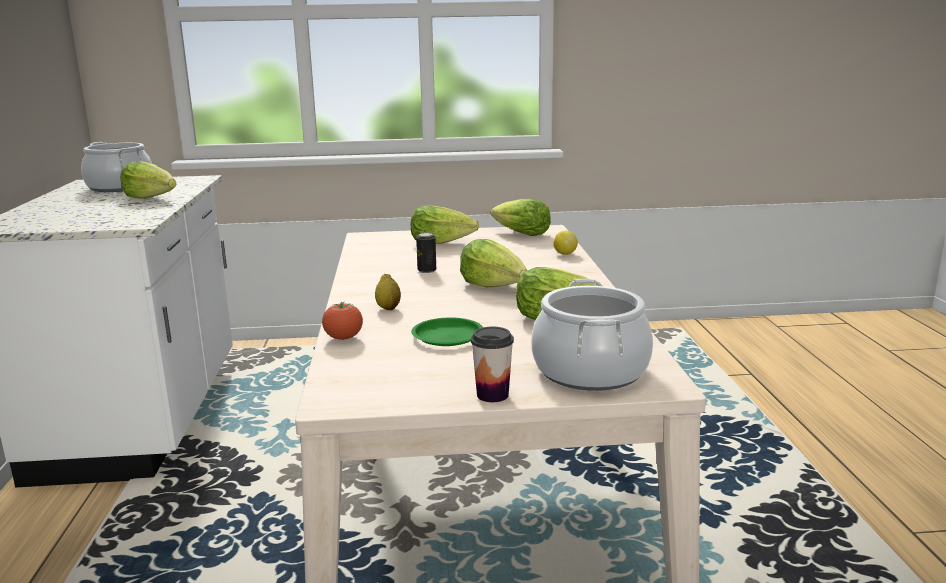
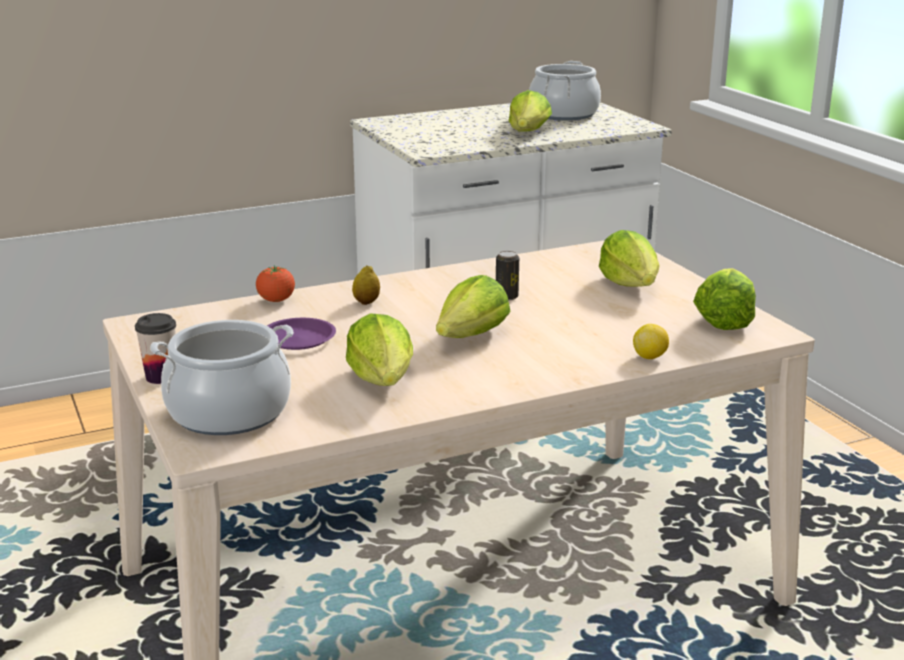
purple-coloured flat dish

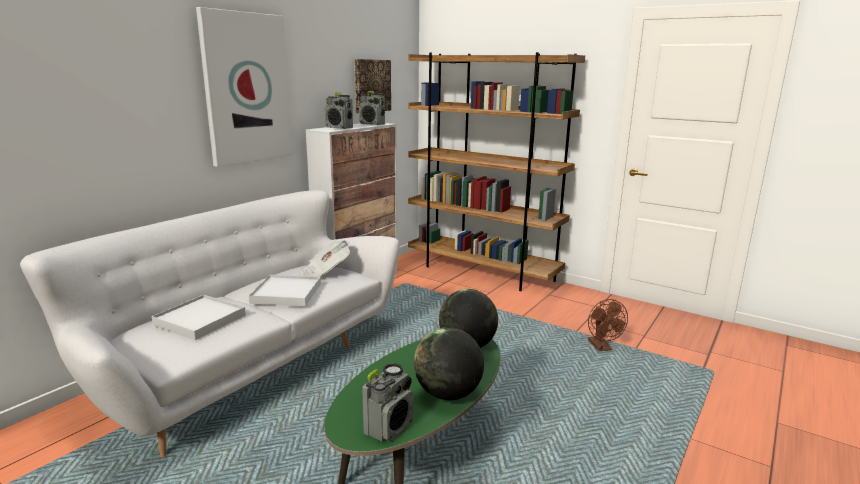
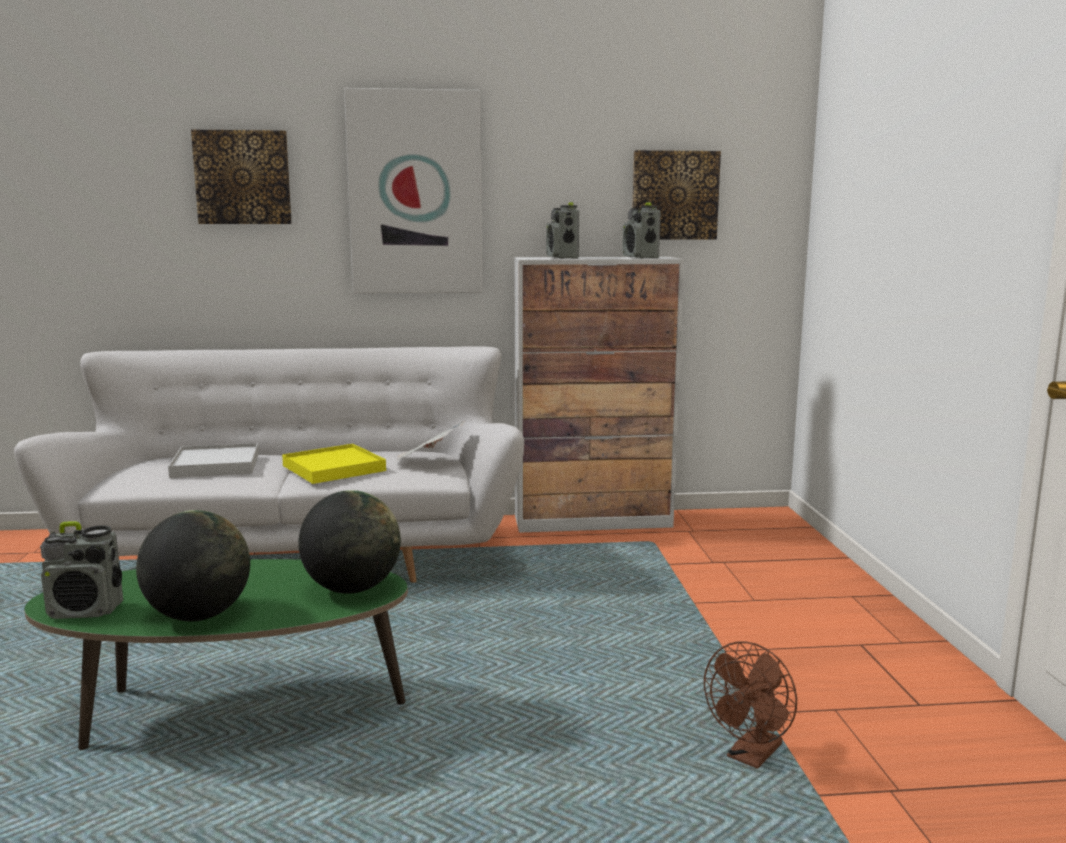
picture (1st from left)
yellow tray
brown bookshelf

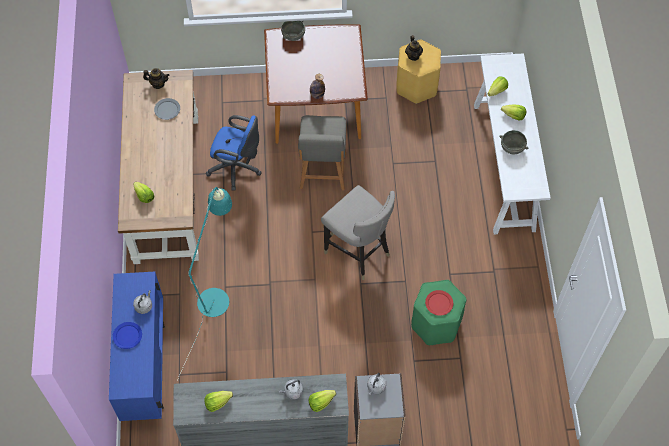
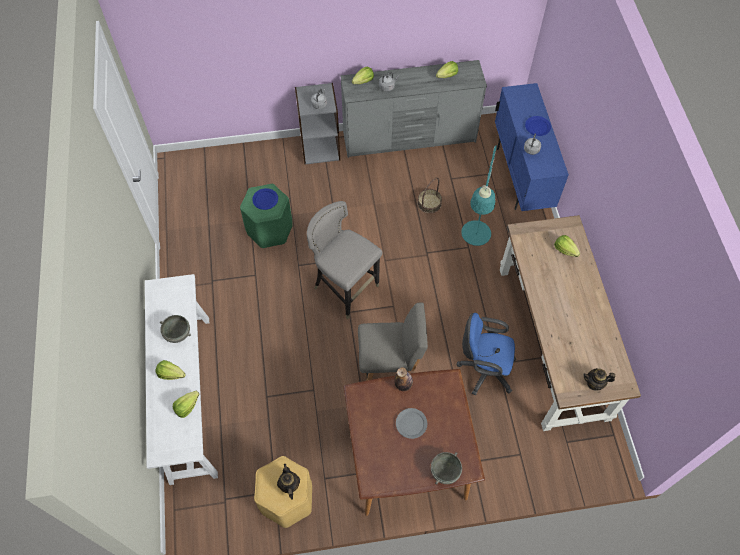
bluish flat dish (1st from left)
greyish upright chair
greyish flat dish
basket

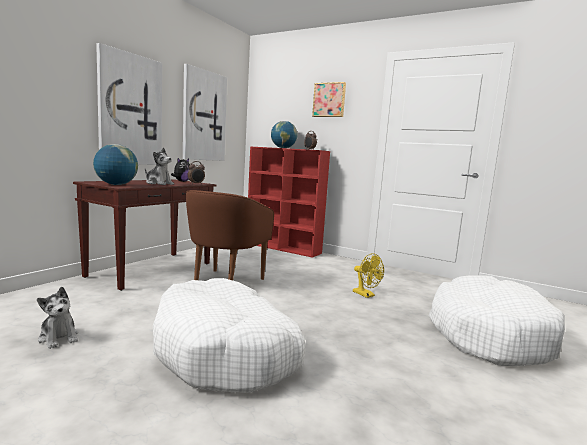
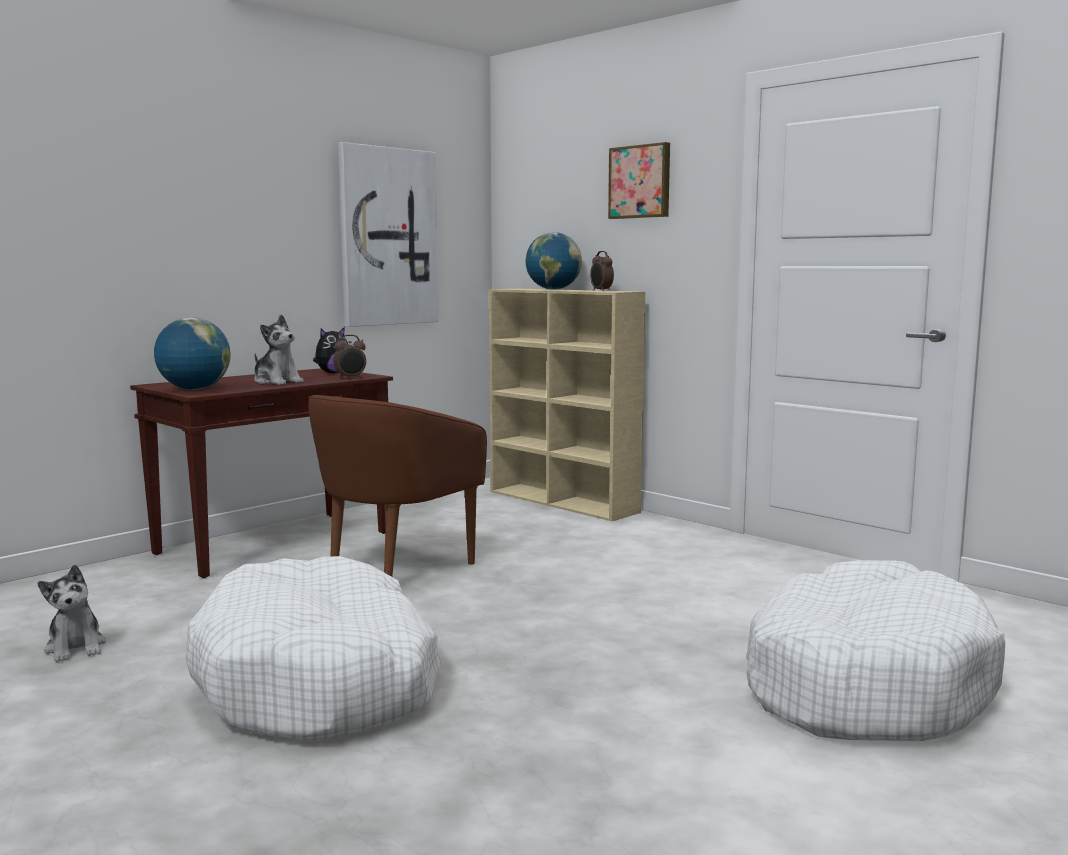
sand-coloured bookshelf
picture (1st from left in the first image)
yellow electric fan

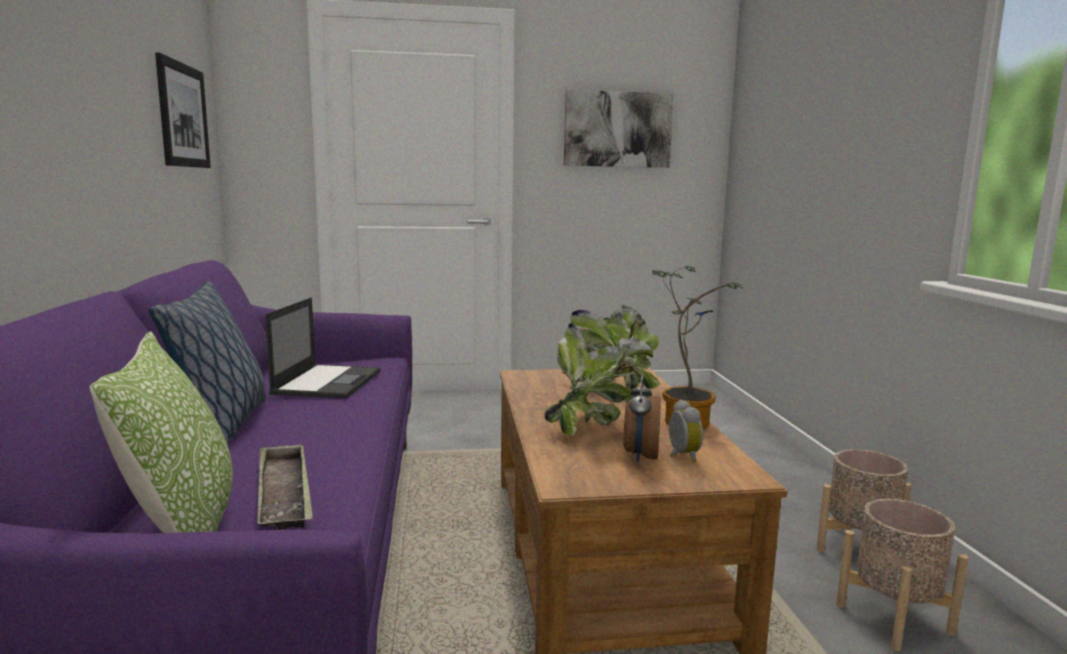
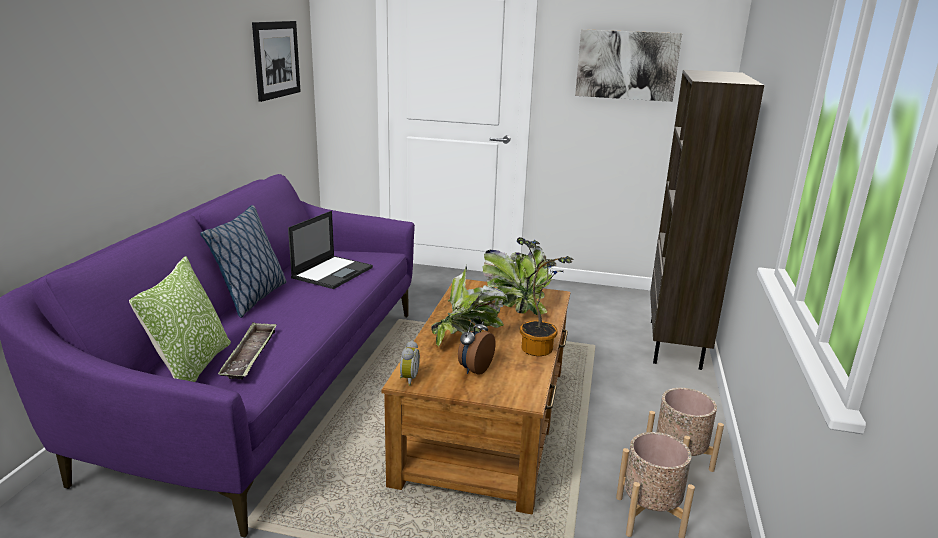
table clock (1st from left)
brown bookshelf

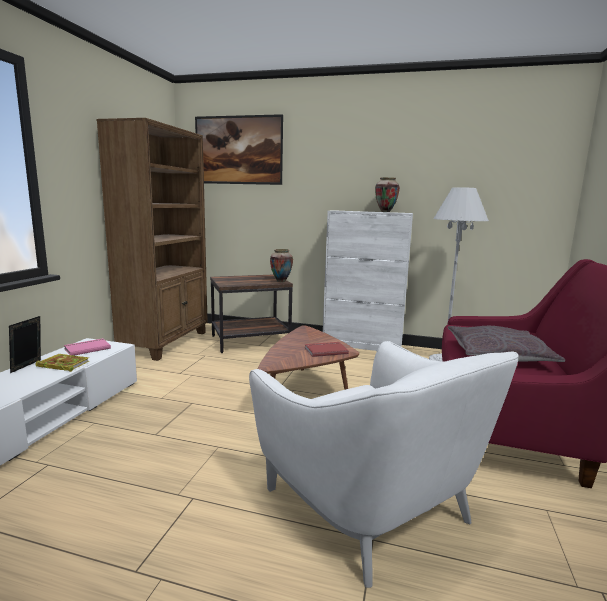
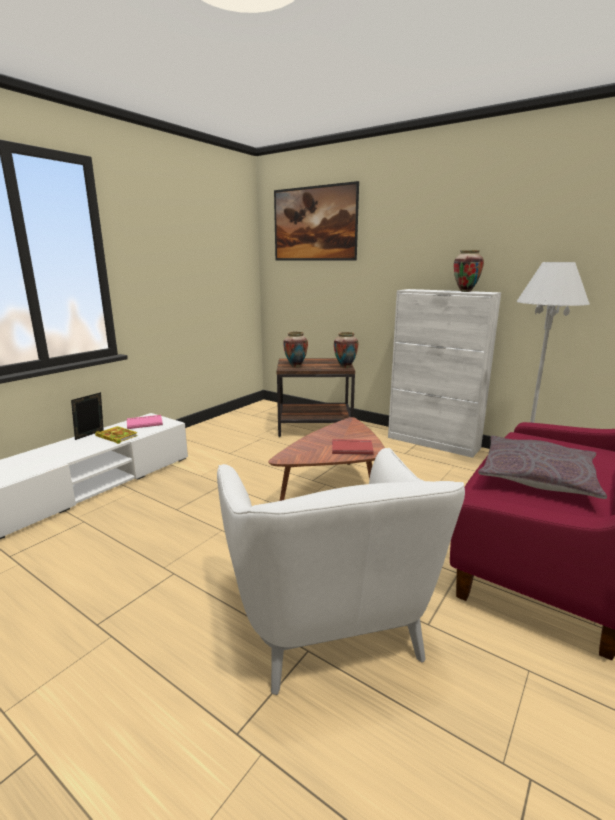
decorative vase (1st from left)
brown bookshelf

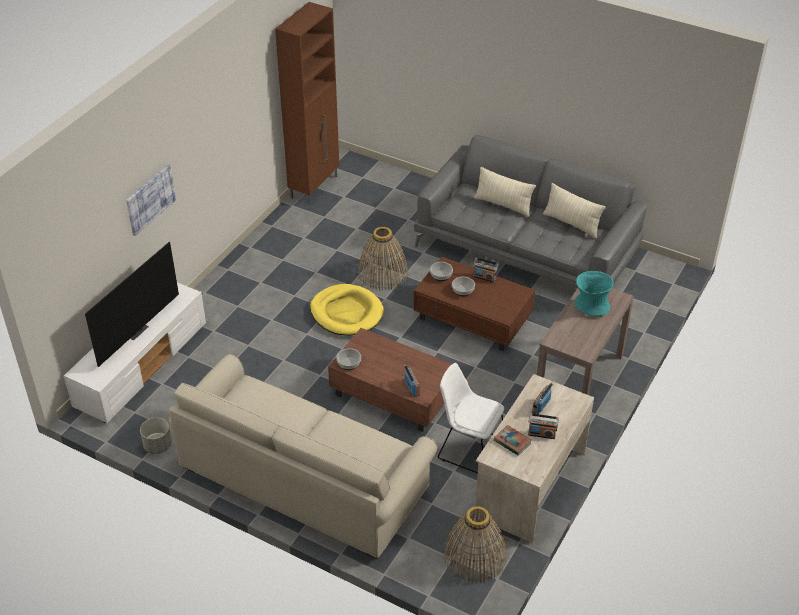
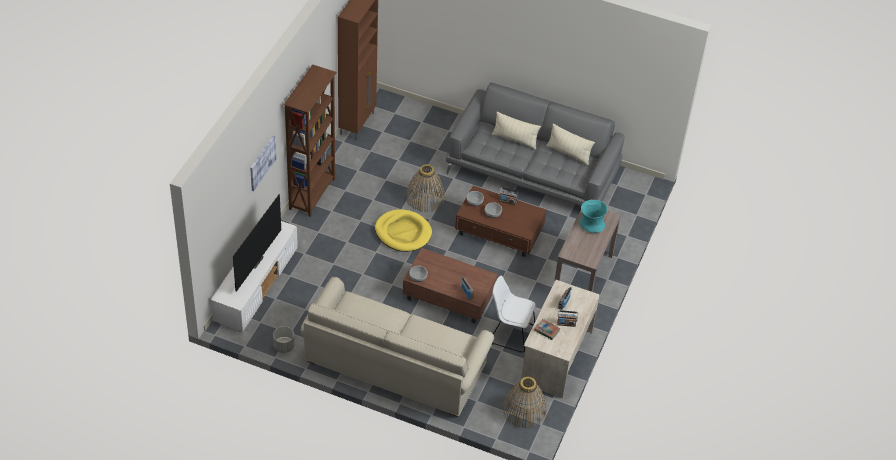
brown bookshelf

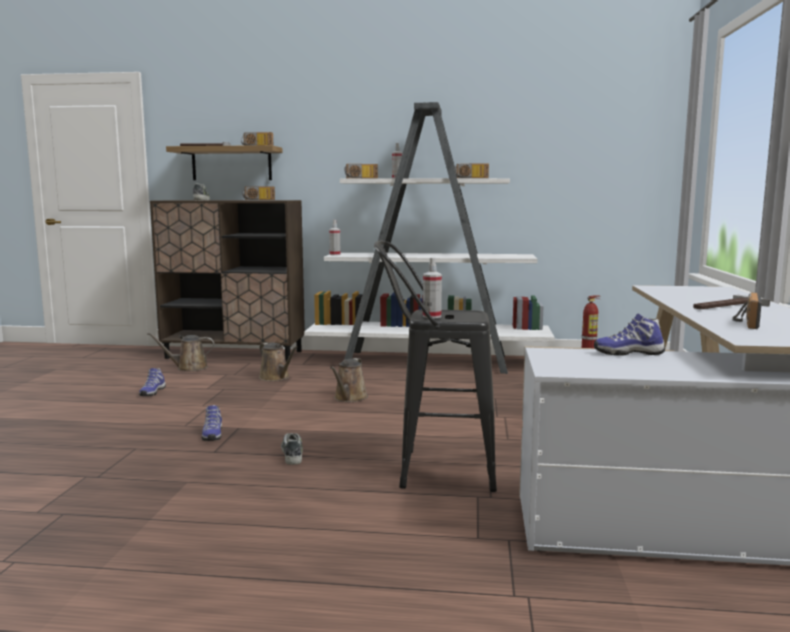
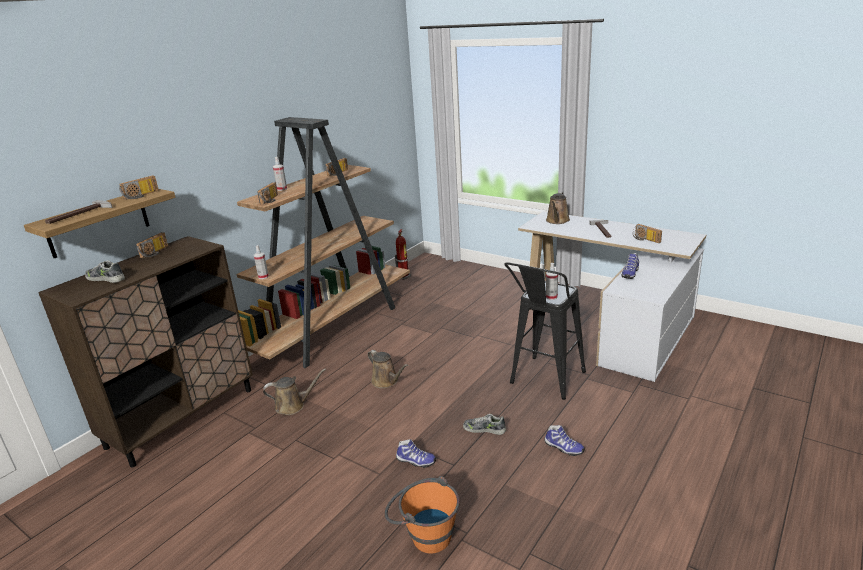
brown bookshelf
orange bucket
low shoe (4th from left)
brown sprinkling can (3rd from left)

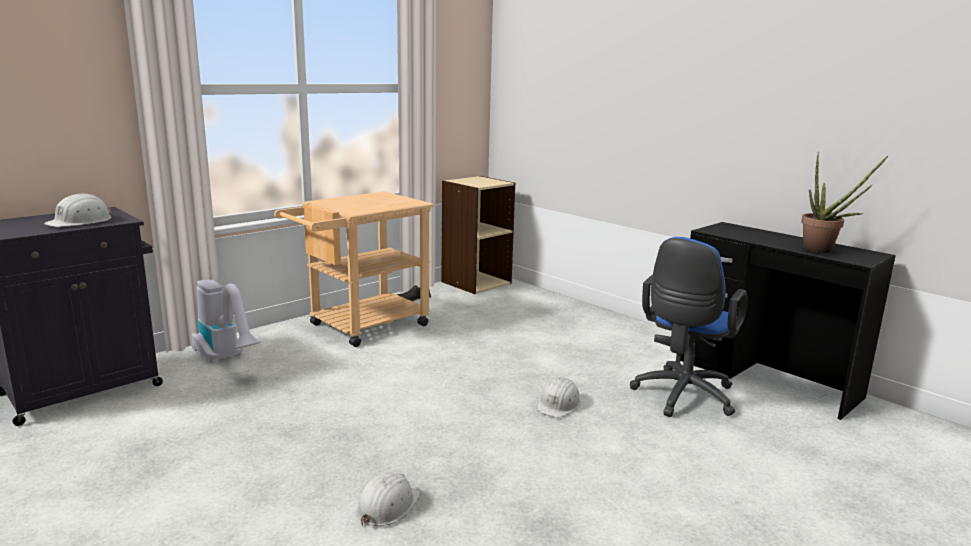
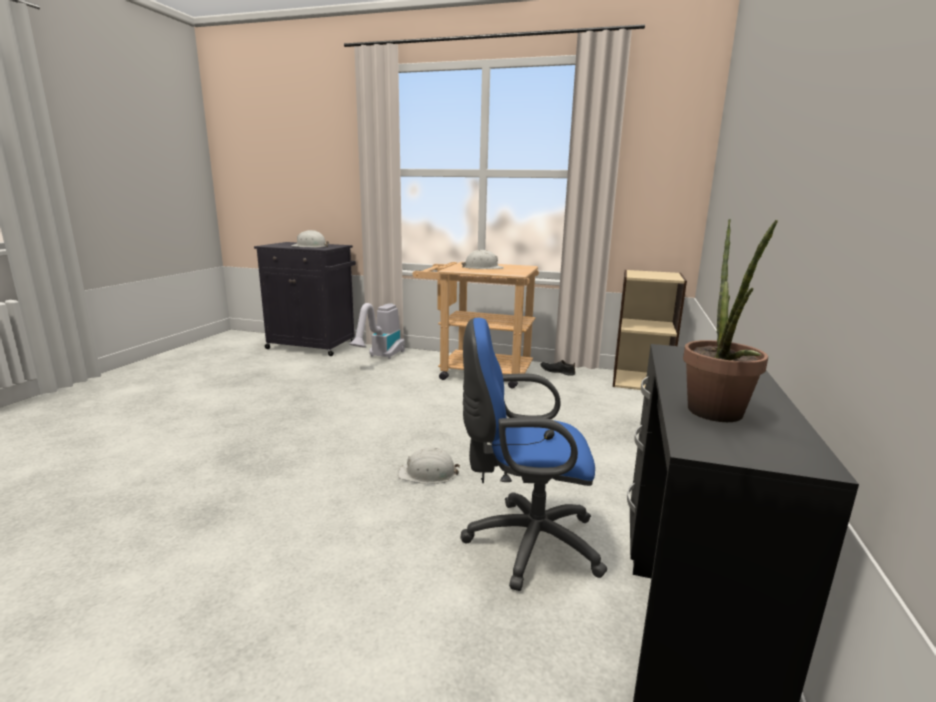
white safety helmet (3rd from left)

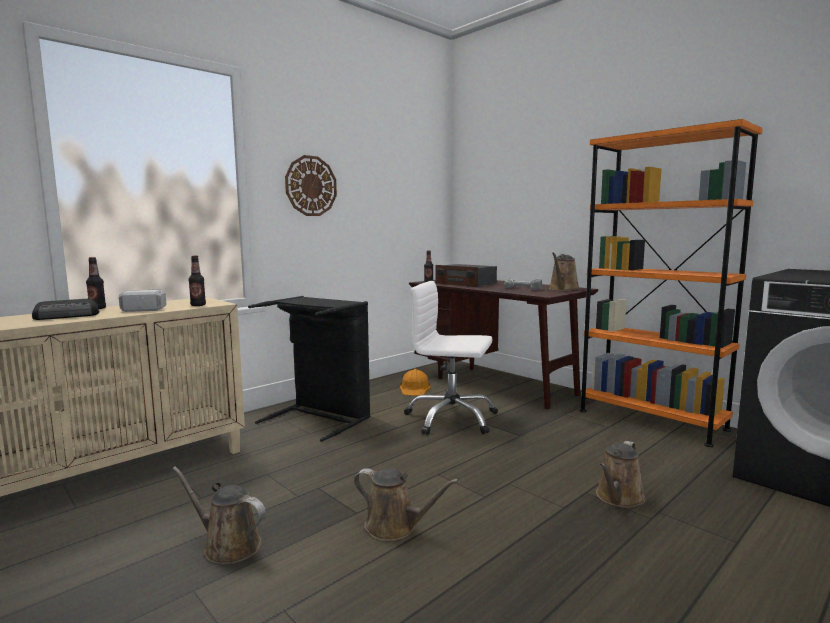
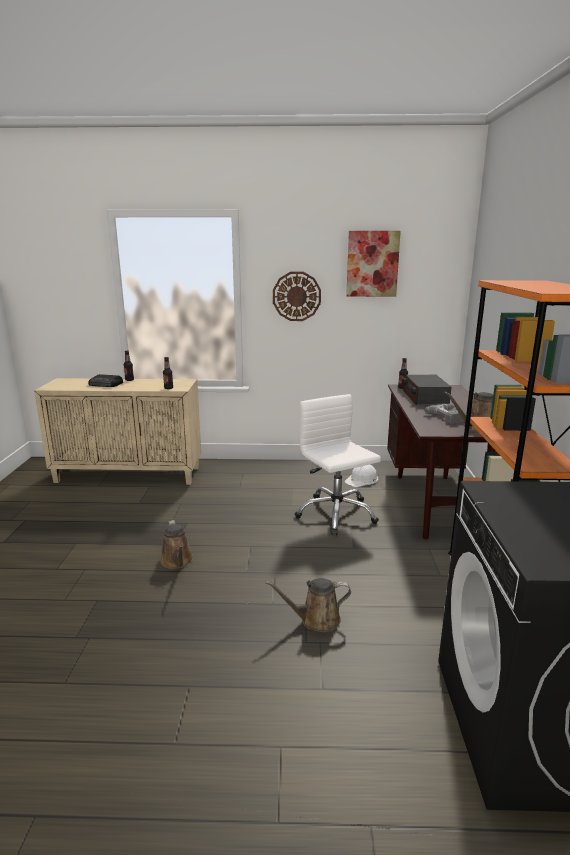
white safety helmet
picture
hammer
brown sprinkling can (1st from left in the first image)
blackish laundry basket

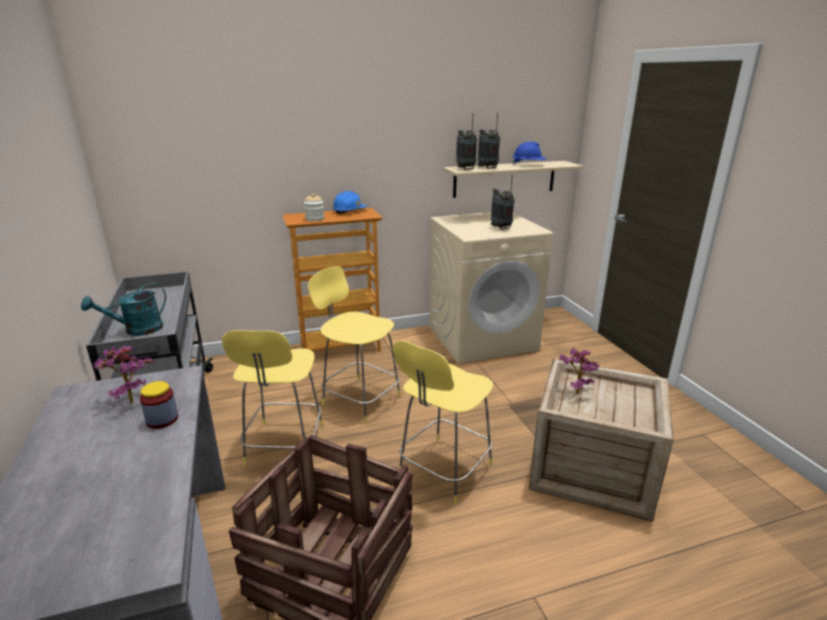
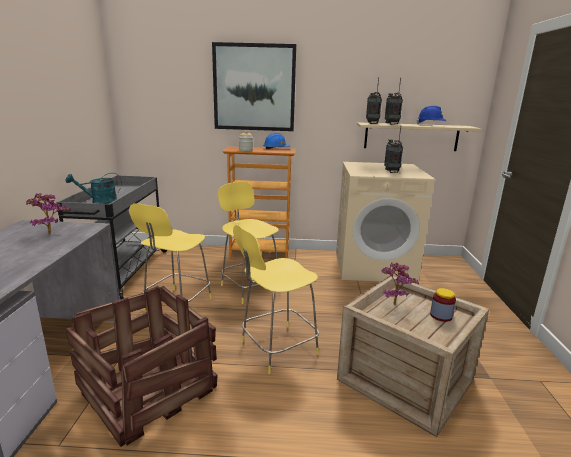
picture
preserve jar (2nd from left)

